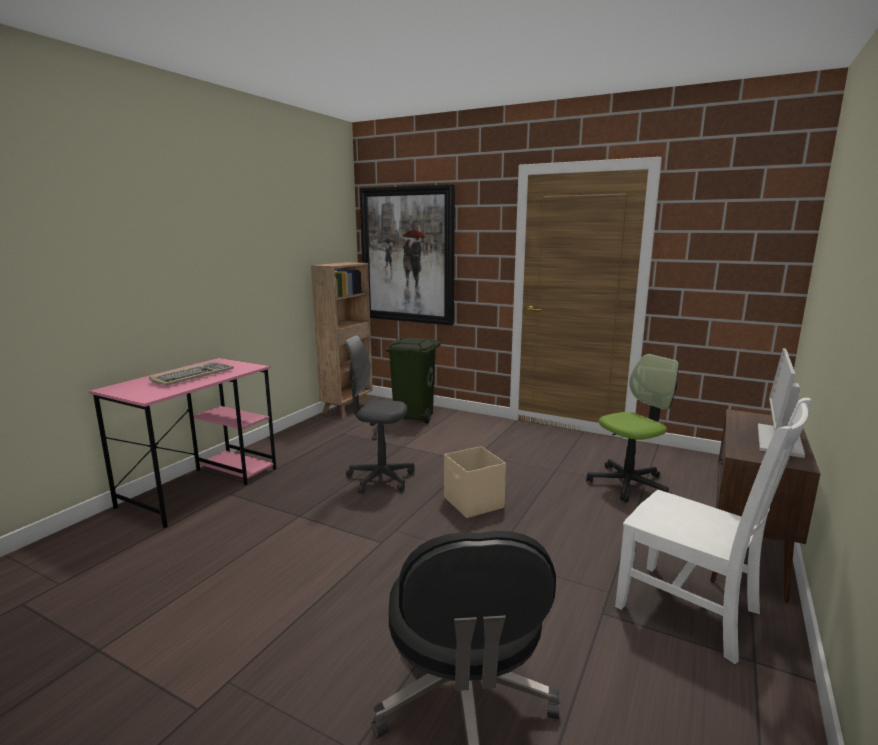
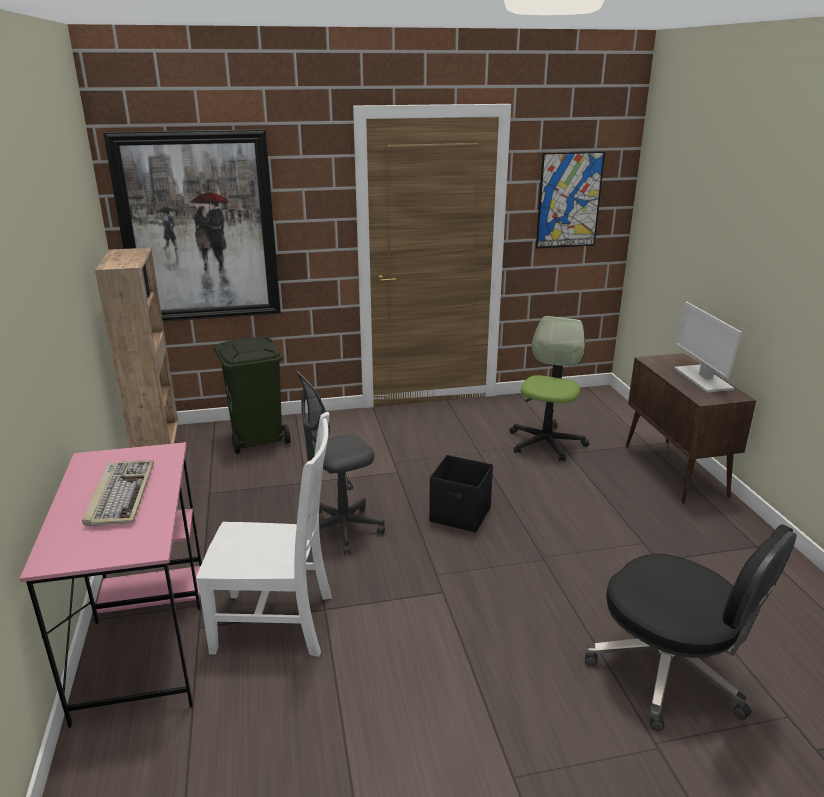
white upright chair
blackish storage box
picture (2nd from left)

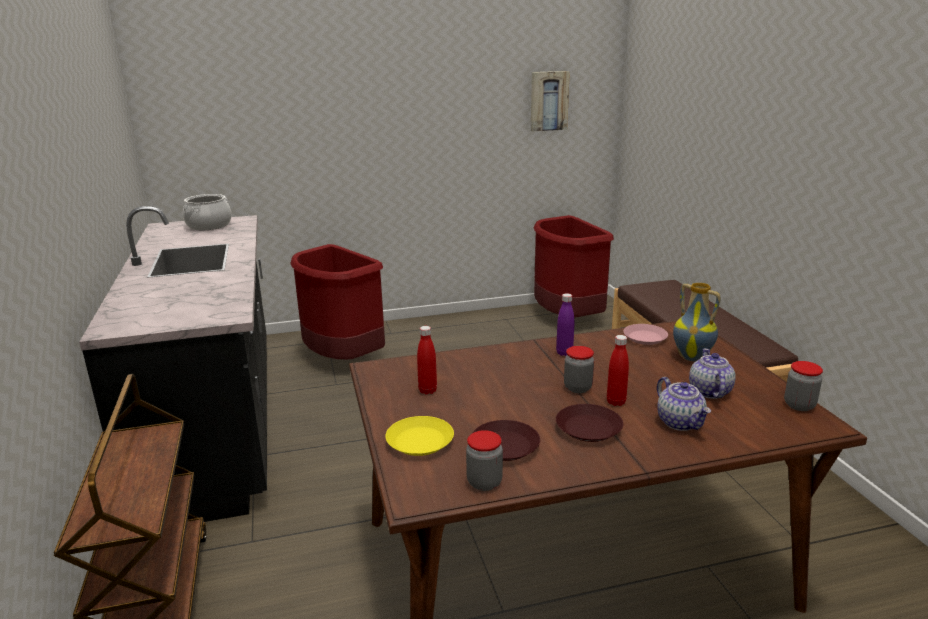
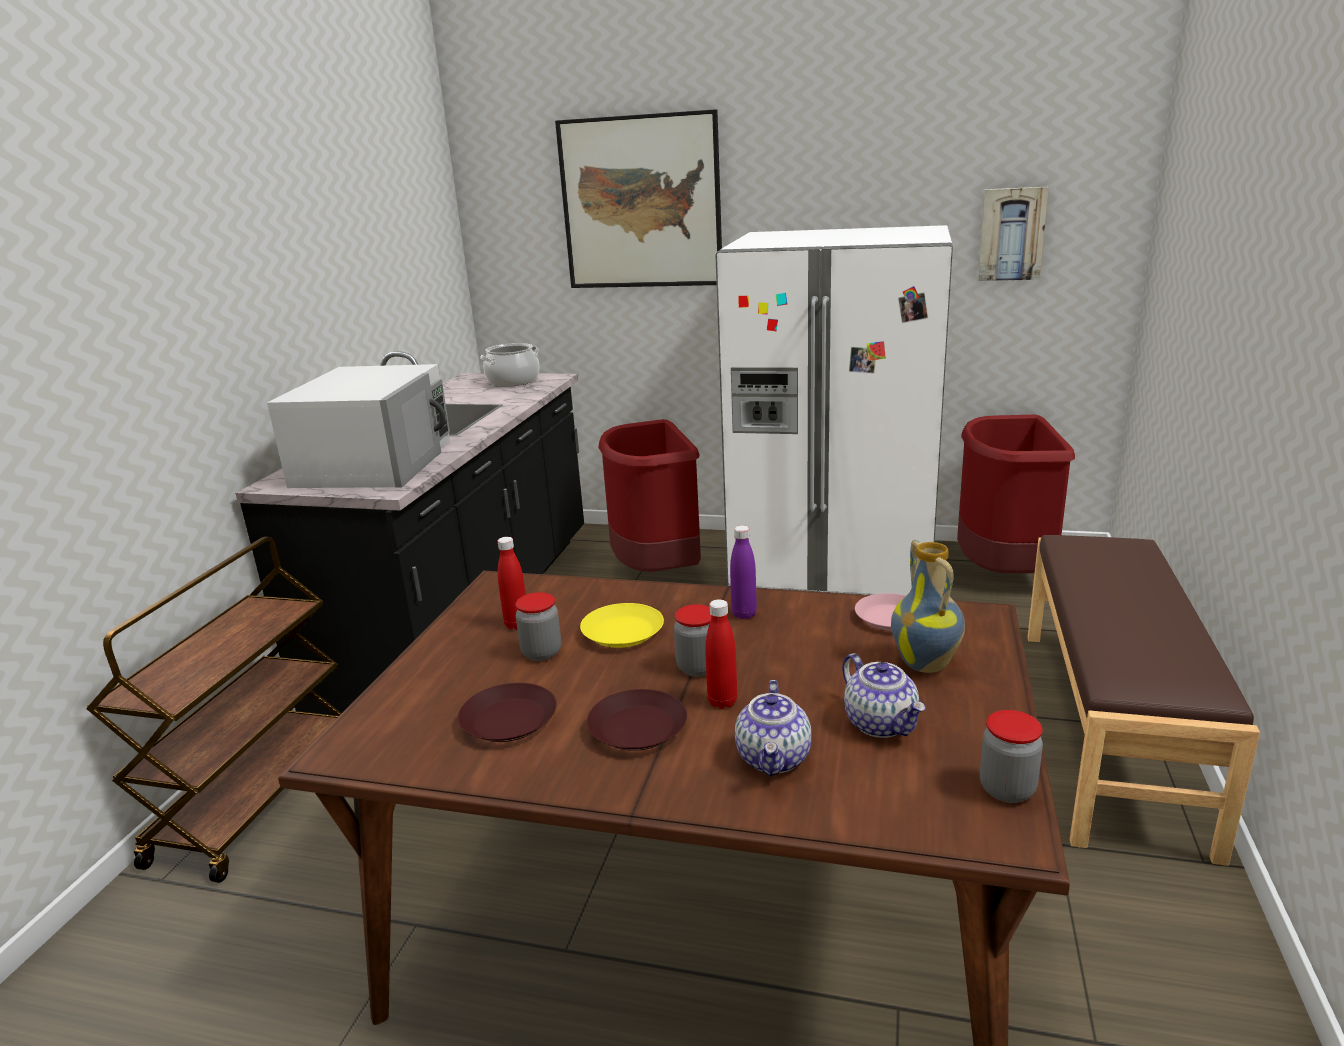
white microwave
preserve jar (1st from left)
picture (1st from left)
yellow flat dish
white kitchen fridge
tea pot (2nd from left)

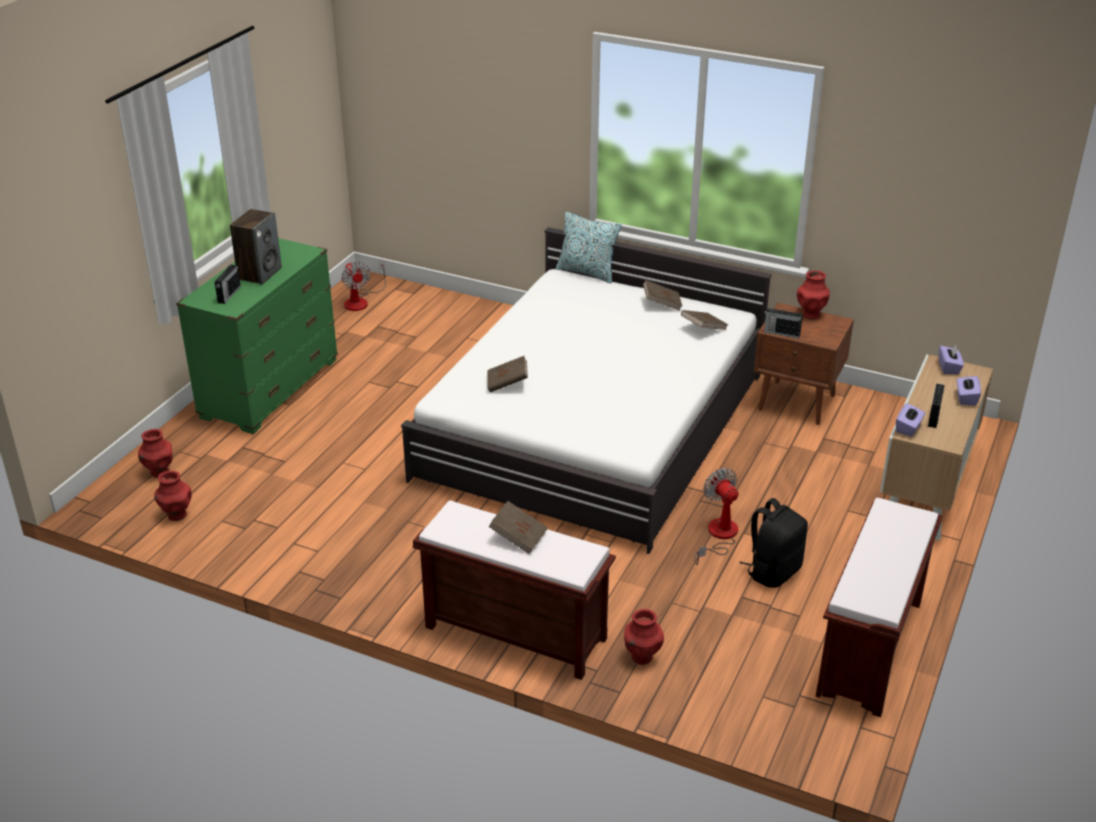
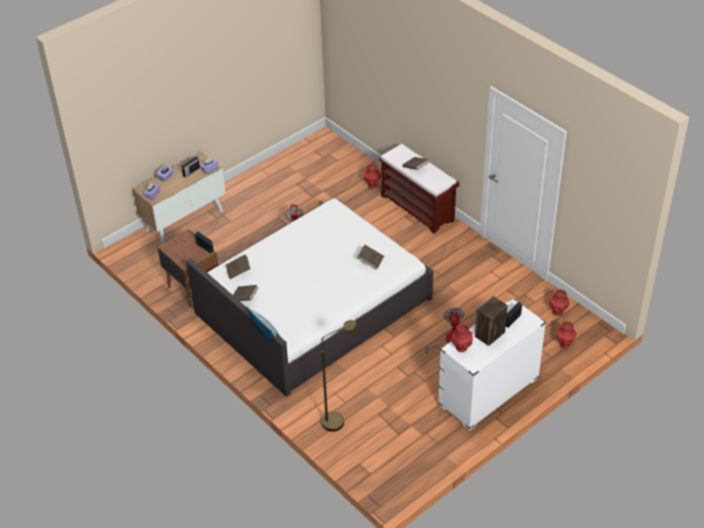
brown standing lamp
electric fan (2nd from left)
white chest of drawers
red-coloured decorative vase (2nd from left)
blackish knapsack
brown bench (2nd from left in the first image)

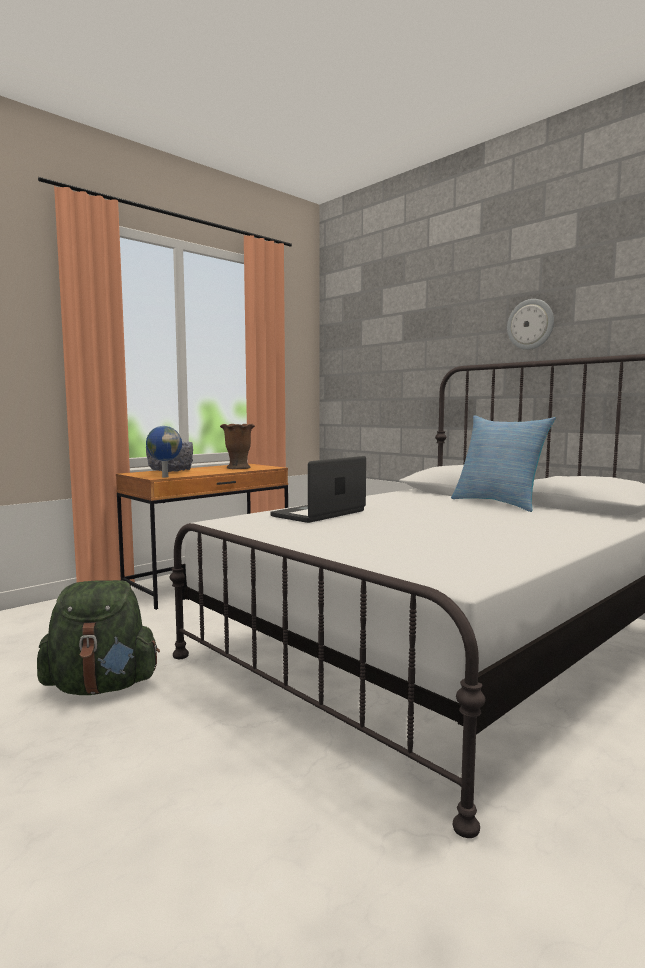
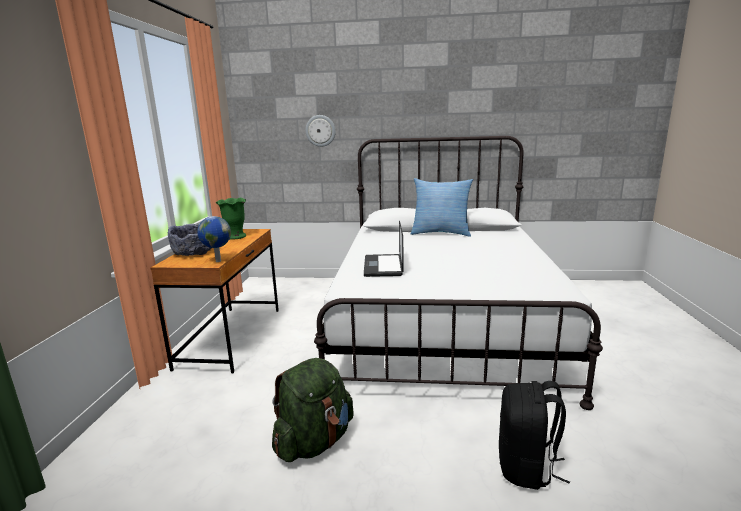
green-coloured decorative vase
wall clock
blackish knapsack

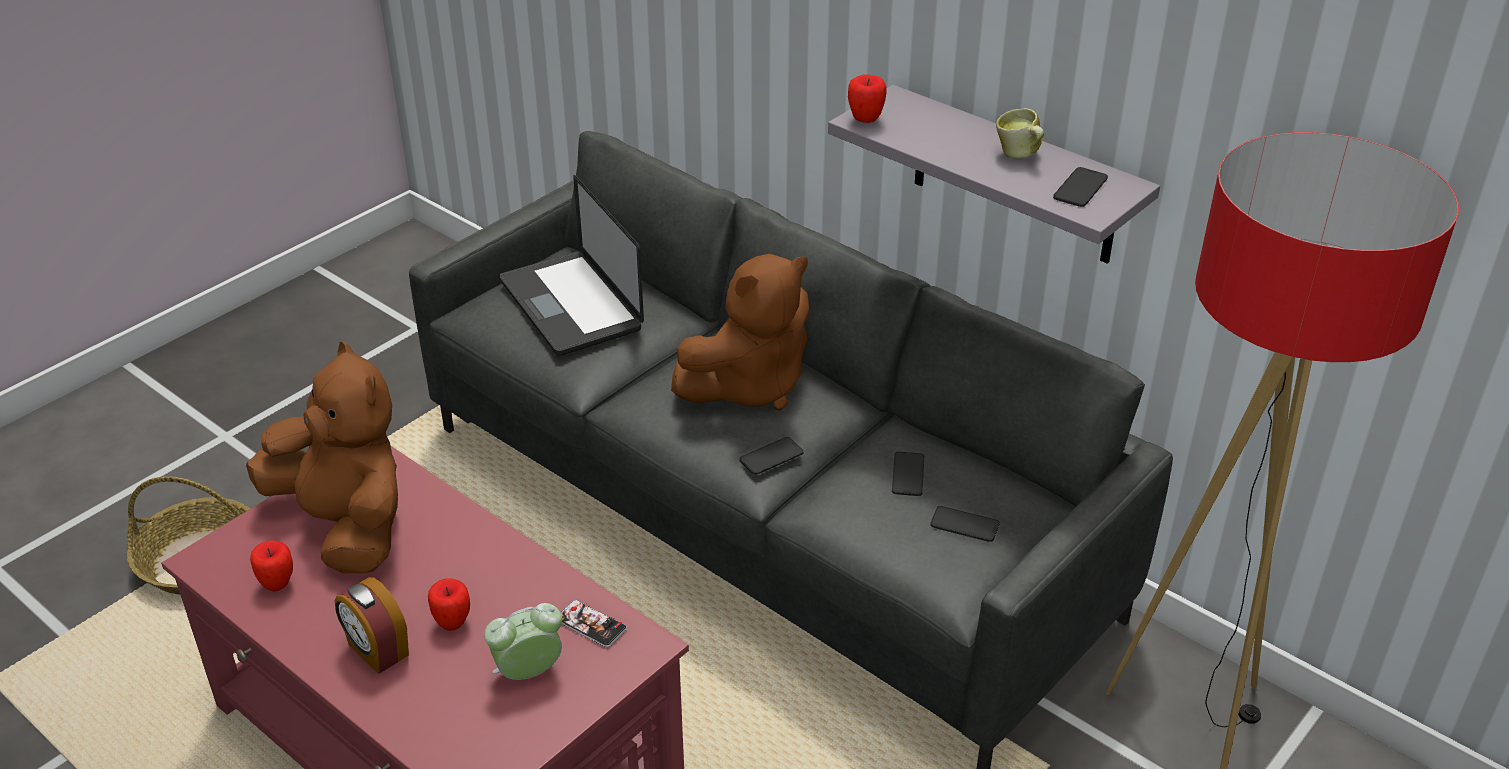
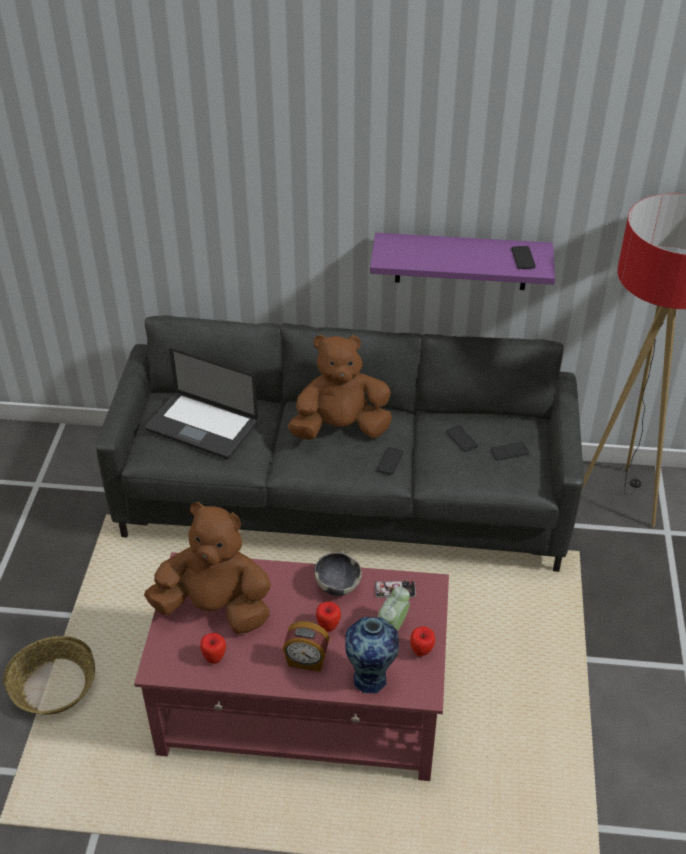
brown cuddly toy (2nd from left)
deep dish
decorative vase
purple-coloured wall shelf
apple (3rd from left)
coffee mug

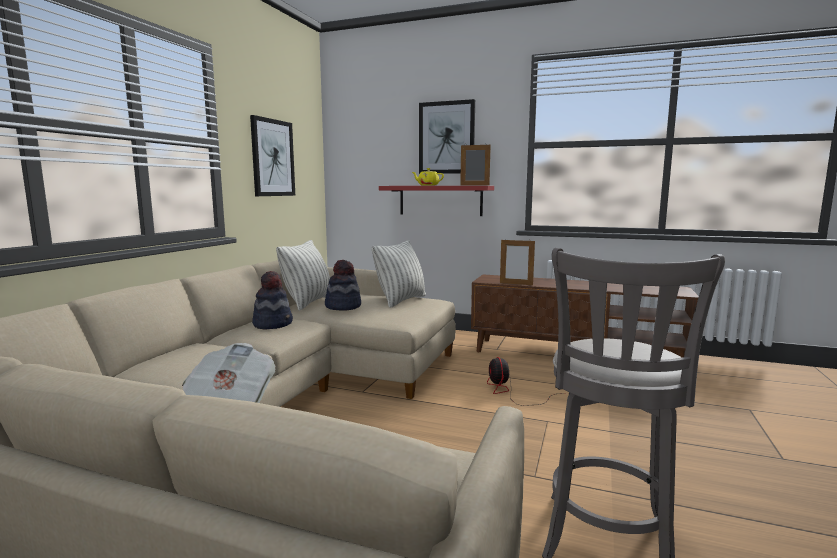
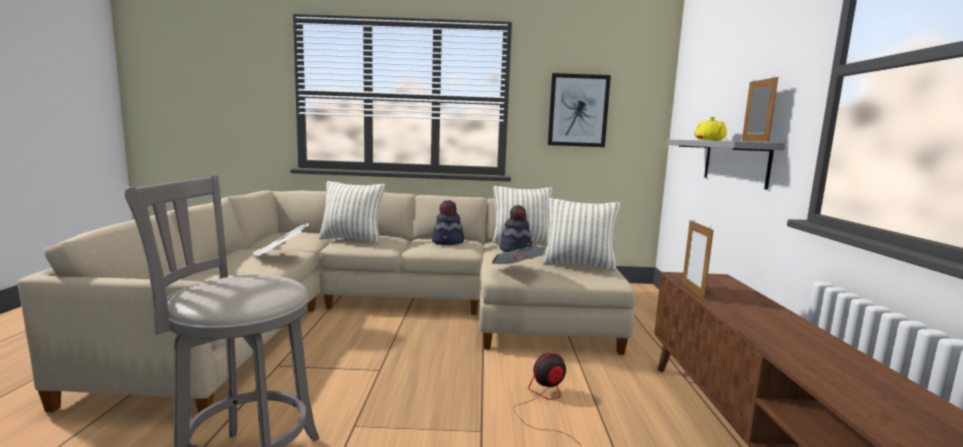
pillow (1st from left)
daily paper (2nd from left)
greyish wall shelf
picture (2nd from left in the first image)

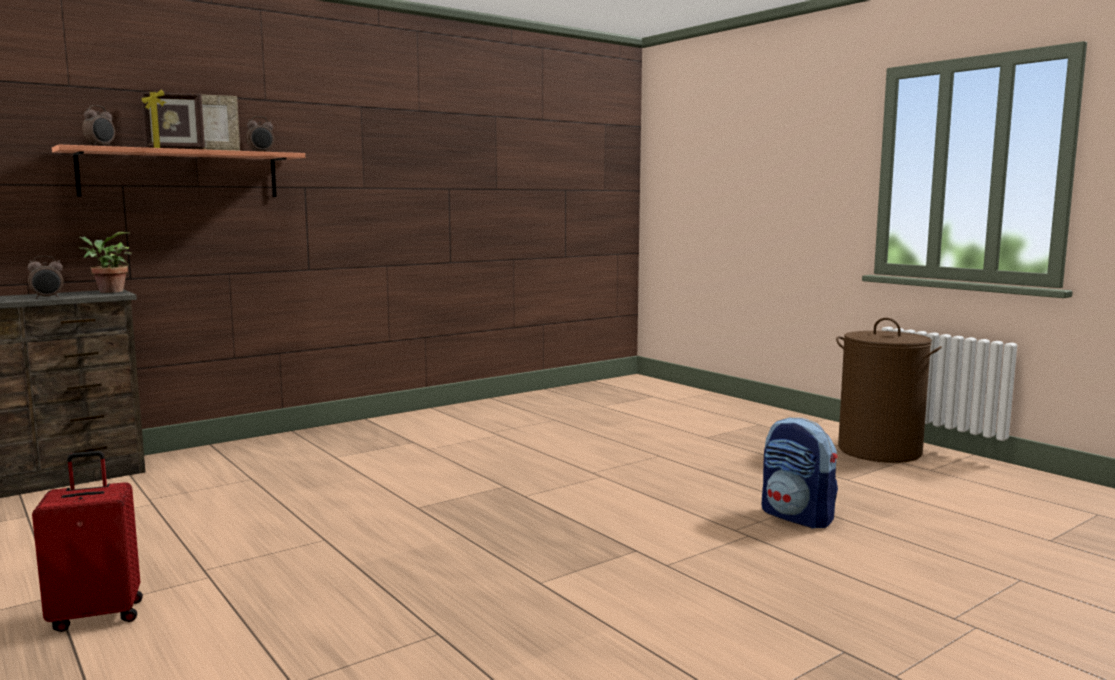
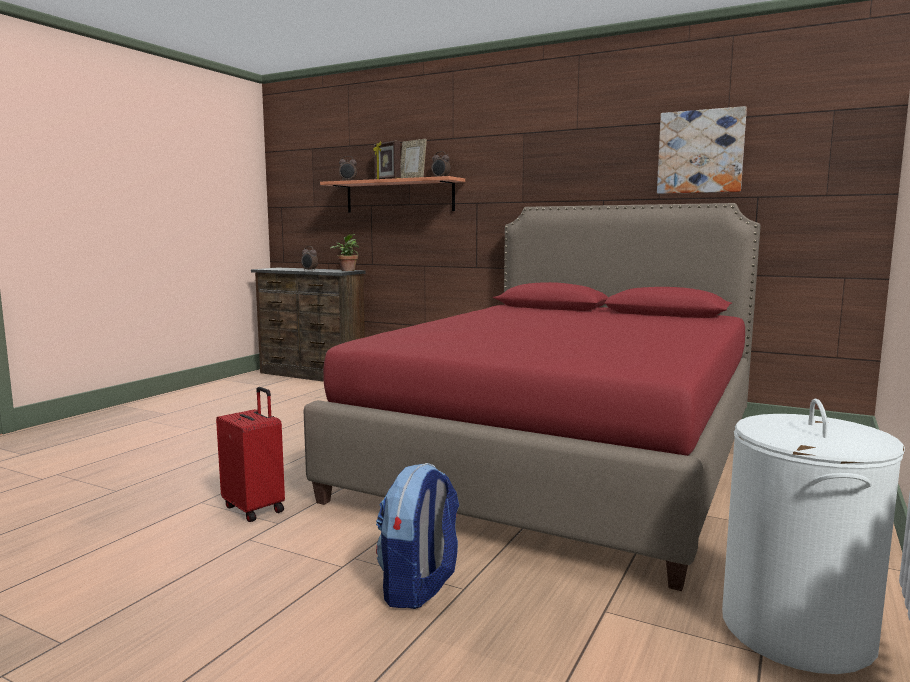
red-coloured travel case
red-coloured sleeping bed
picture
white laundry basket

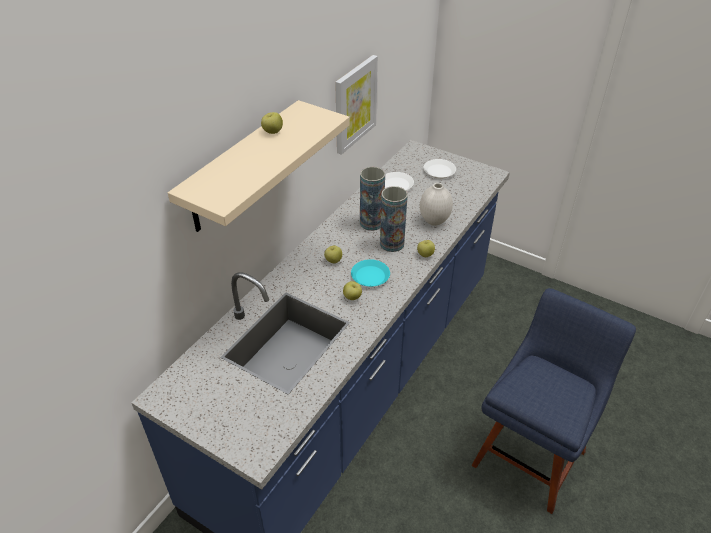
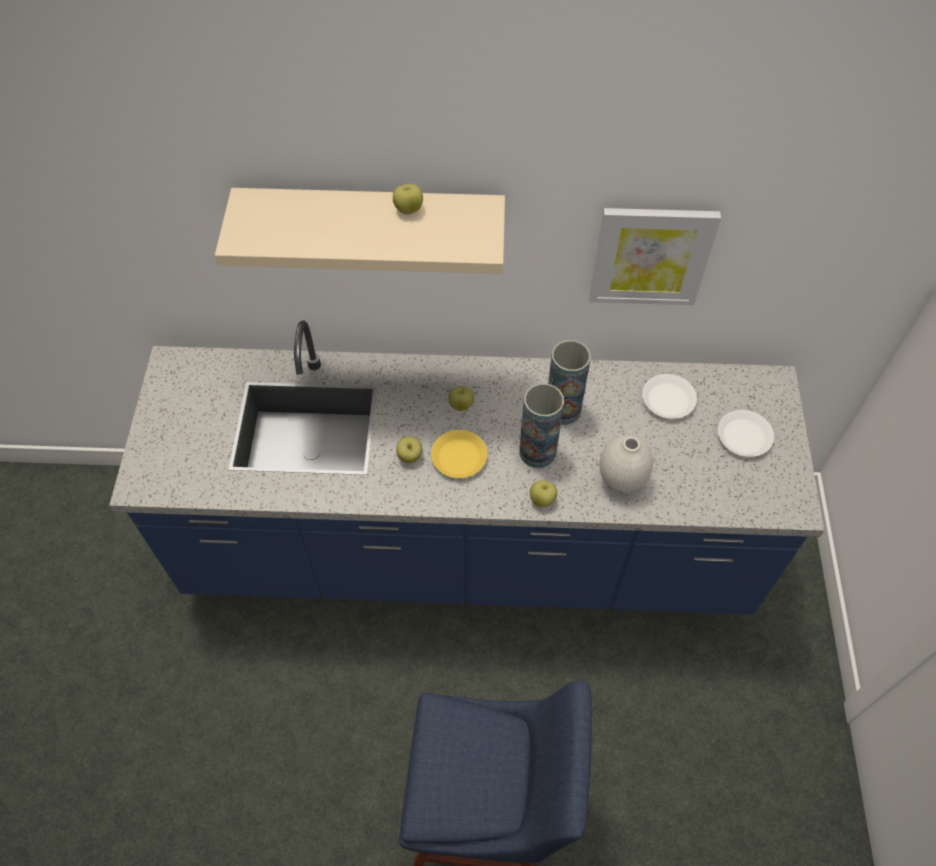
yellow flat dish

